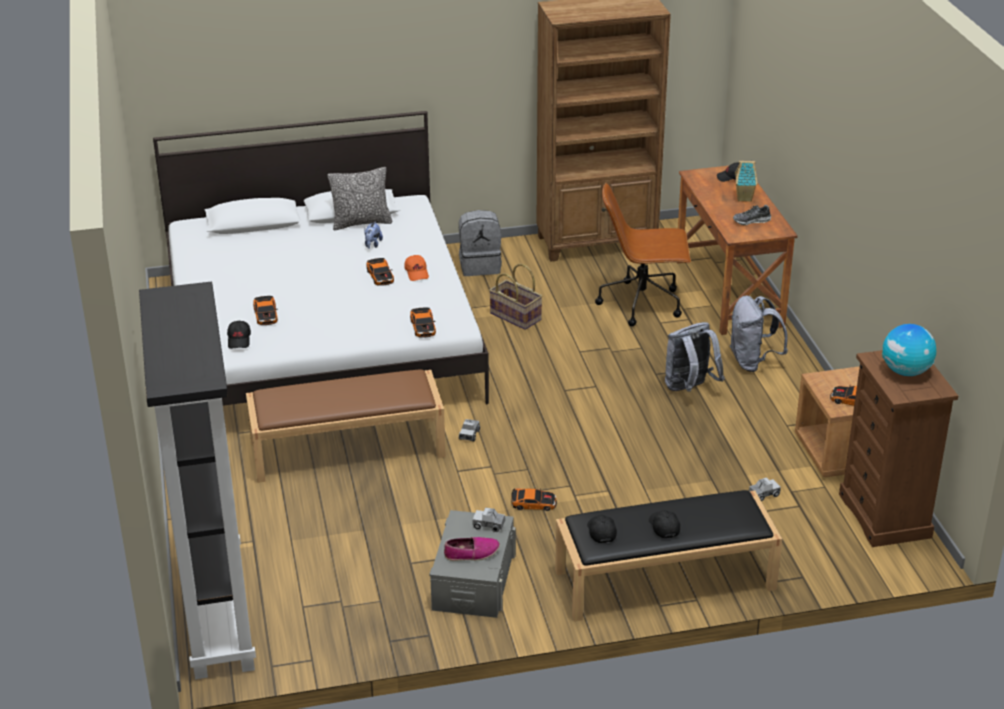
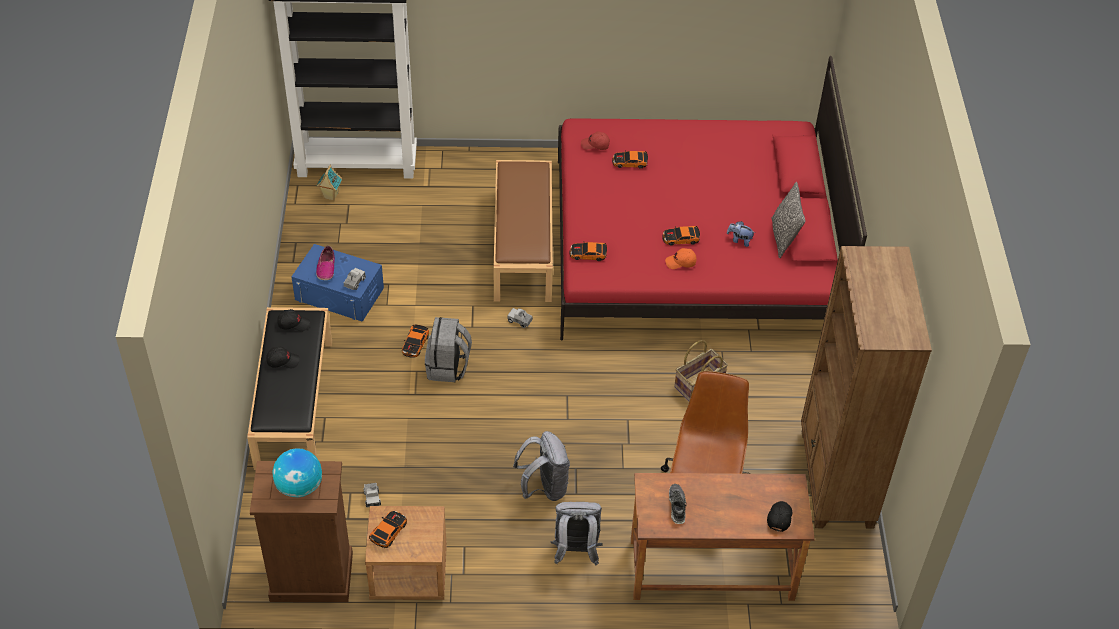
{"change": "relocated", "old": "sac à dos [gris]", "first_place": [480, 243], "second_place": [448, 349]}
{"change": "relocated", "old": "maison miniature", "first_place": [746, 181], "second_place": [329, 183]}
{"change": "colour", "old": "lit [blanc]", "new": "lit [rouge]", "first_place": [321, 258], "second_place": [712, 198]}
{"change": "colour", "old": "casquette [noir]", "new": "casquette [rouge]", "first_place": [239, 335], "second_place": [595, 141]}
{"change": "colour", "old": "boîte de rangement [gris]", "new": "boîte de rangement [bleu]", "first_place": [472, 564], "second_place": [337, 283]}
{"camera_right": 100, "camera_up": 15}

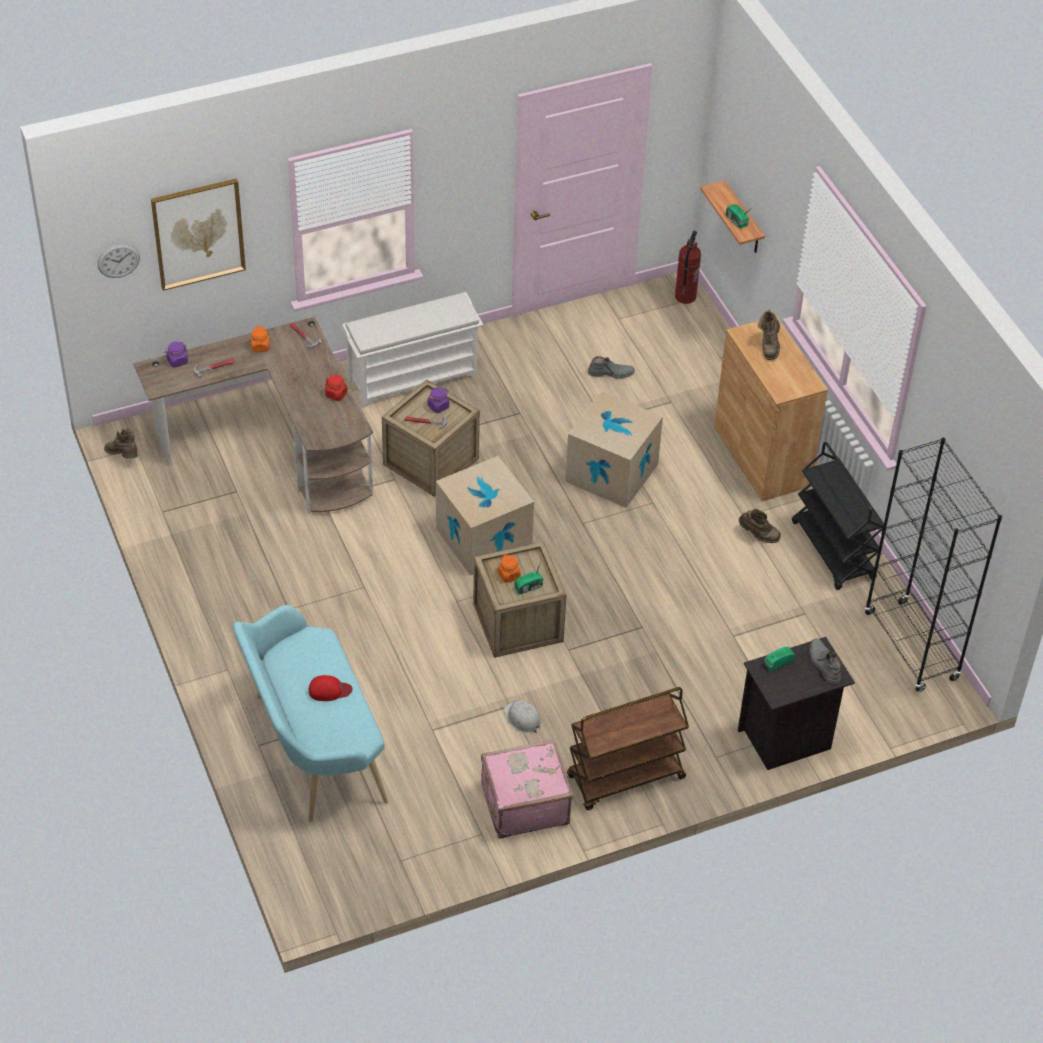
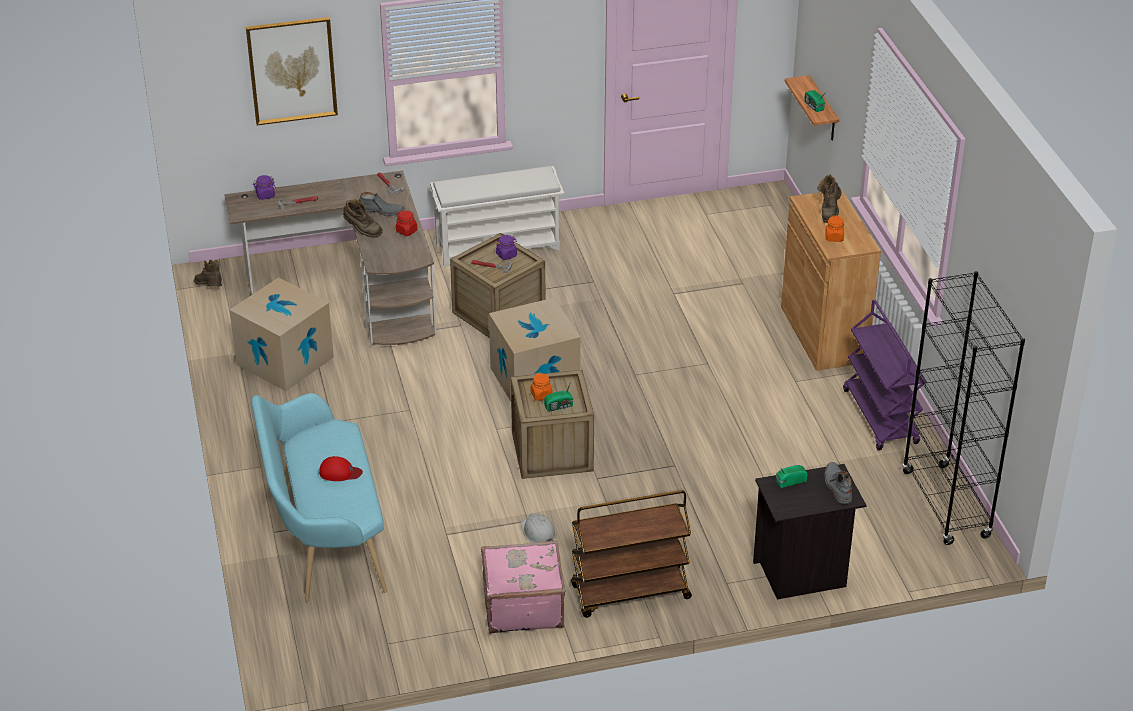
{"change": "missing", "old": "horloge murale", "first_place": [119, 261]}
{"change": "missing", "old": "extincteur", "first_place": [688, 267]}
{"change": "relocated", "old": "bocal [orange]", "first_place": [260, 339], "second_place": [834, 228]}
{"change": "relocated", "old": "carton", "first_place": [614, 449], "second_place": [282, 334]}
{"change": "relocated", "old": "botte [gris]", "first_place": [611, 367], "second_place": [382, 204]}
{"change": "relocated", "old": "botte [marron]", "first_place": [760, 526], "second_place": [363, 218]}
{"change": "colour", "old": "chariot [noir]", "new": "chariot [violet]", "first_place": [838, 516], "second_place": [885, 375]}
{"camera_right": 10, "camera_up": -10}

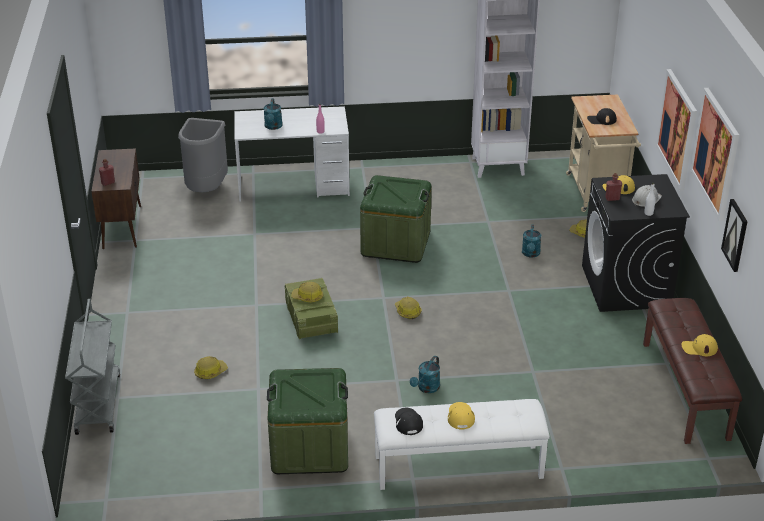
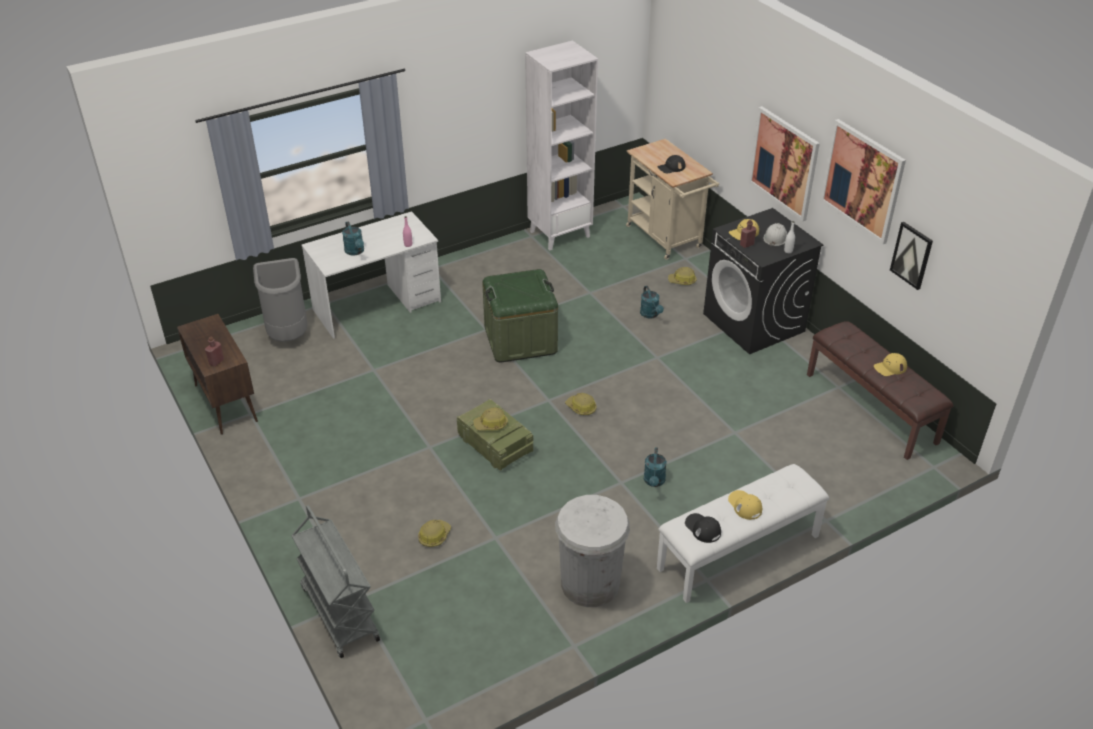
{"change": "exchanged", "old": "boîte de rangement [vert]", "new": "poubelle [blanc]", "first_place": [307, 421], "second_place": [592, 551]}
{"camera_right": -25, "camera_up": 5}

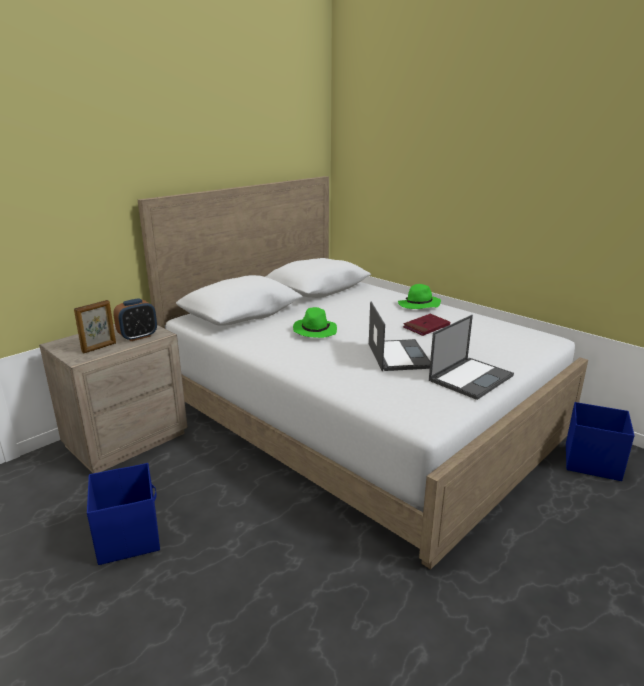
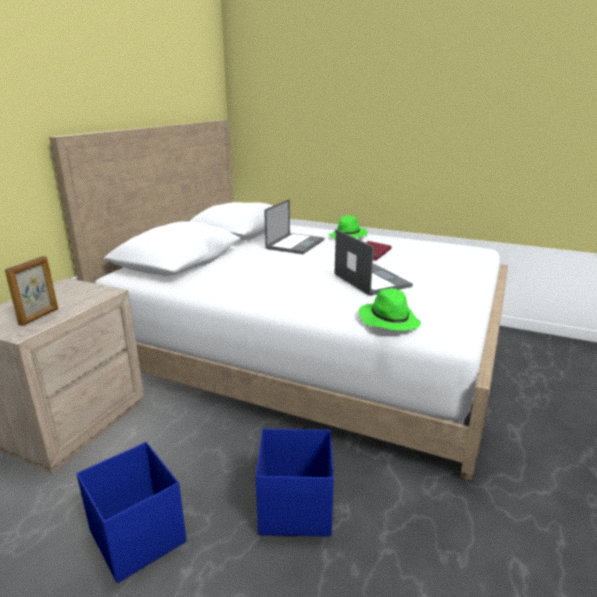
{"change": "missing", "old": "réveil", "first_place": [135, 319]}
{"change": "relocated", "old": "chapeau [vert]", "first_place": [315, 322], "second_place": [390, 309]}
{"change": "relocated", "old": "ordinateur portable", "first_place": [471, 357], "second_place": [294, 226]}
{"change": "relocated", "old": "boîte de rangement [bleu]", "first_place": [600, 441], "second_place": [295, 483]}
{"camera_right": -20, "camera_up": 0}

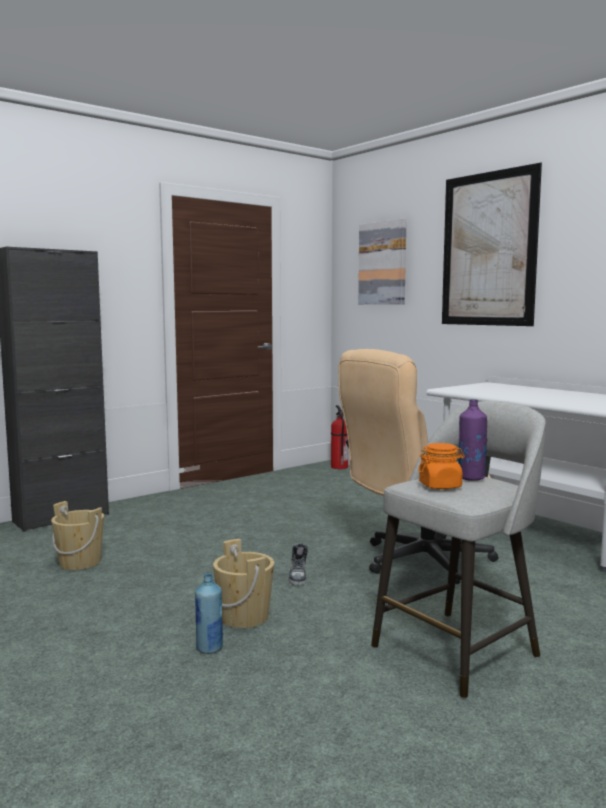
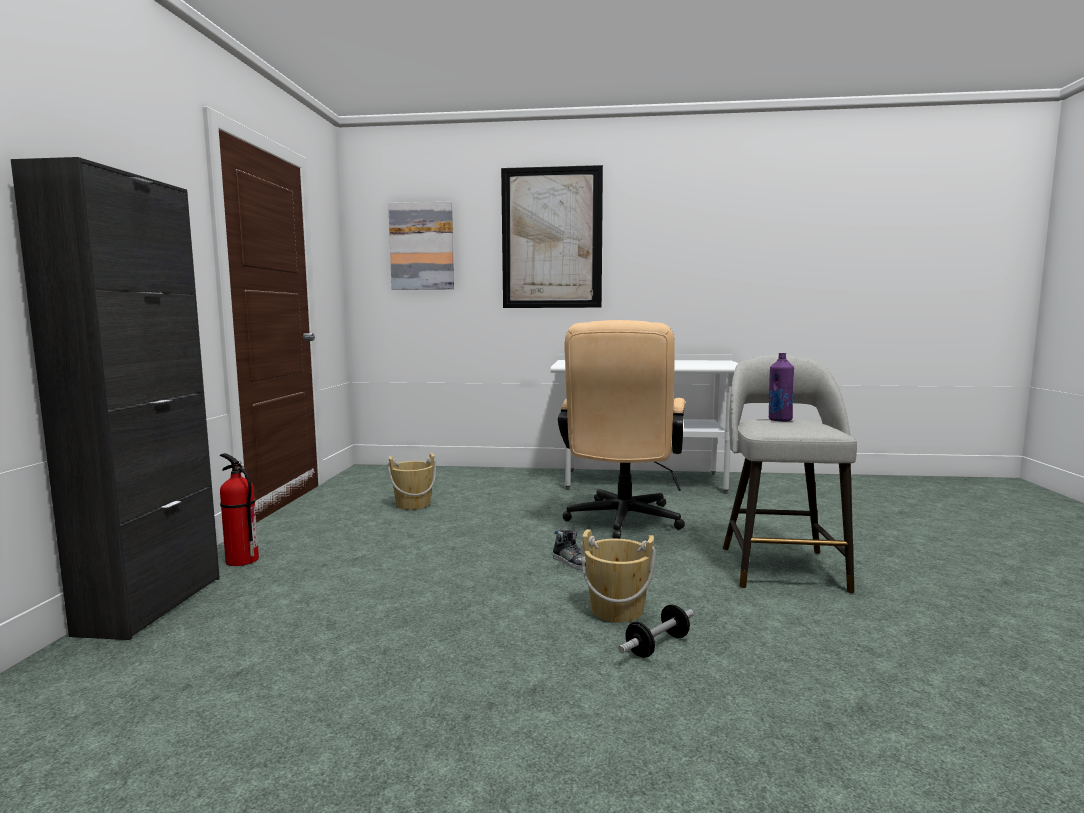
{"change": "missing", "old": "bocal [orange]", "first_place": [441, 466]}
{"change": "relocated", "old": "seau [beige]", "first_place": [77, 535], "second_place": [411, 481]}
{"change": "relocated", "old": "extincteur", "first_place": [339, 437], "second_place": [239, 509]}
{"change": "exchanged", "old": "bouteille [bleu]", "new": "haltère", "first_place": [209, 613], "second_place": [656, 631]}
{"camera_right": -45, "camera_up": 0}

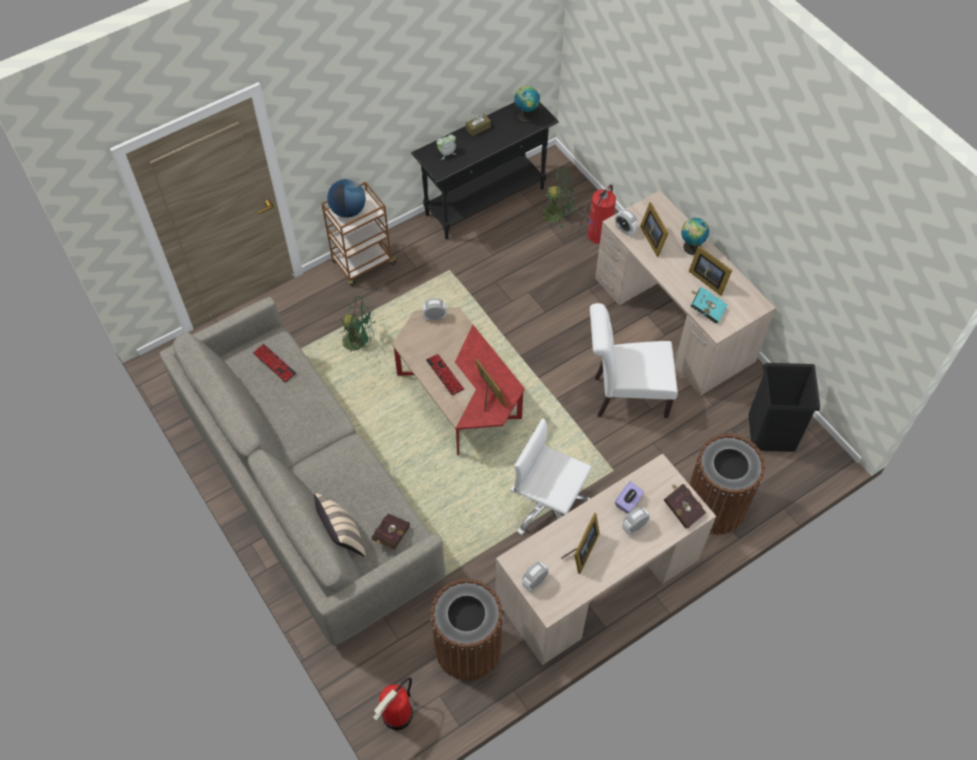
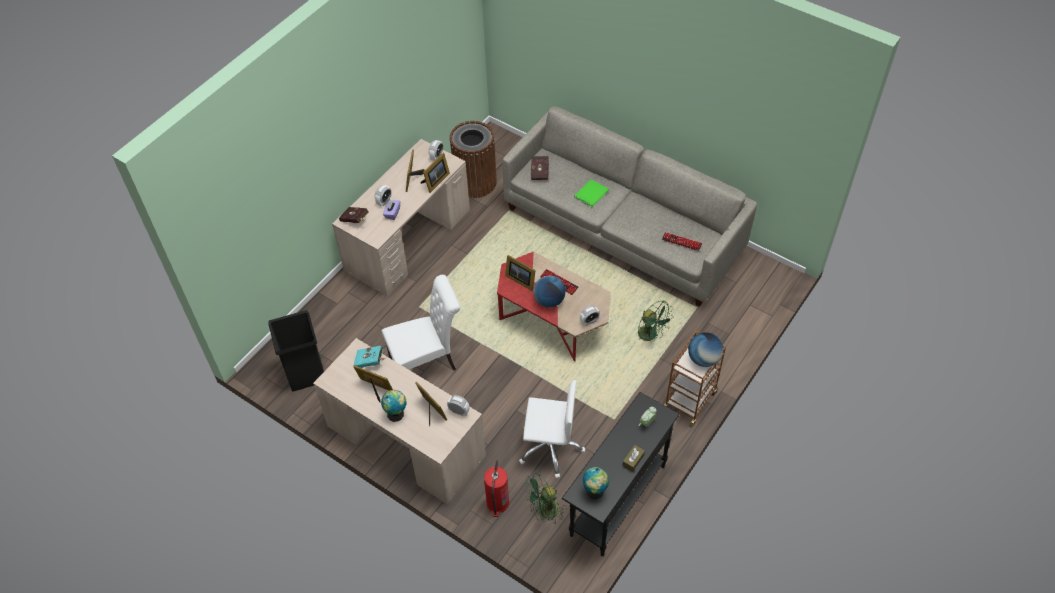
{"change": "missing", "old": "coussin [beige]", "first_place": [340, 525]}
{"change": "missing", "old": "extincteur", "first_place": [393, 703]}
{"change": "missing", "old": "poubelle [marron]", "first_place": [727, 484]}
{"change": "appeared", "new": "cadre photo", "second_place": [435, 173]}
{"change": "appeared", "new": "globe", "second_place": [549, 291]}
{"change": "appeared", "new": "livre [vert]", "second_place": [591, 193]}
{"change": "relocated", "old": "chaise de bureau [blanc]", "first_place": [551, 476], "second_place": [552, 429]}
{"change": "spun", "old": "ventilateur [vert]", "first_place": [357, 324], "second_place": [656, 321], "degrees": -120}
{"camera_right": 160, "camera_up": -5}

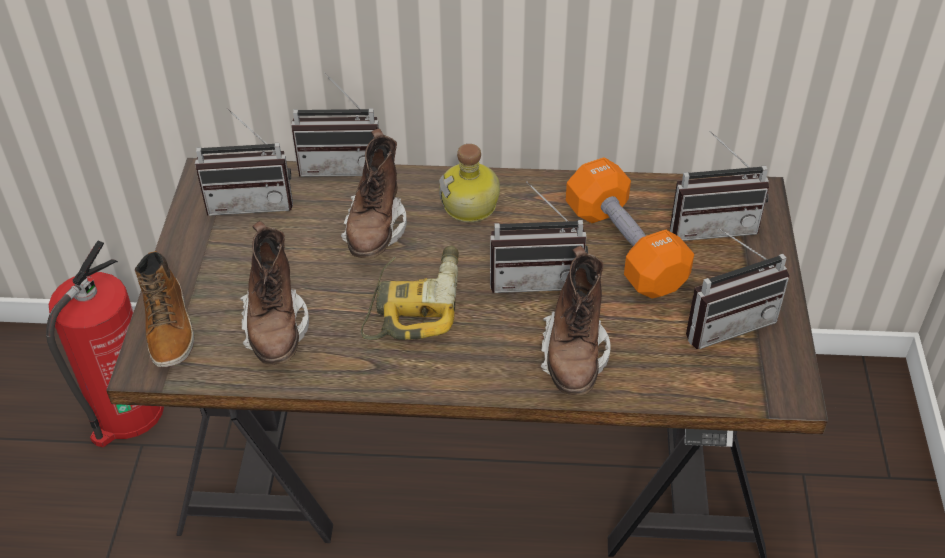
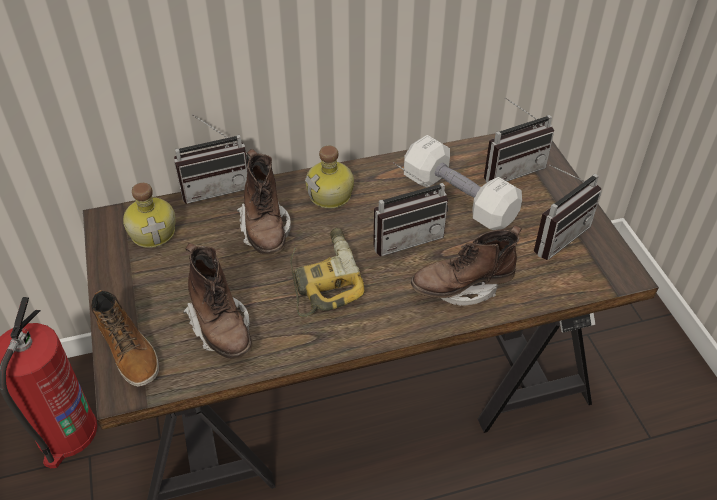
{"change": "exchanged", "old": "radio", "new": "bouteille", "first_place": [244, 162], "second_place": [149, 215]}
{"change": "colour", "old": "haltère [orange]", "new": "haltère [blanc]", "first_place": [630, 228], "second_place": [463, 182]}
{"change": "spun", "old": "botte [marron]", "first_place": [576, 320], "second_place": [466, 265], "degrees": 90}
{"camera_right": -20, "camera_up": 0}

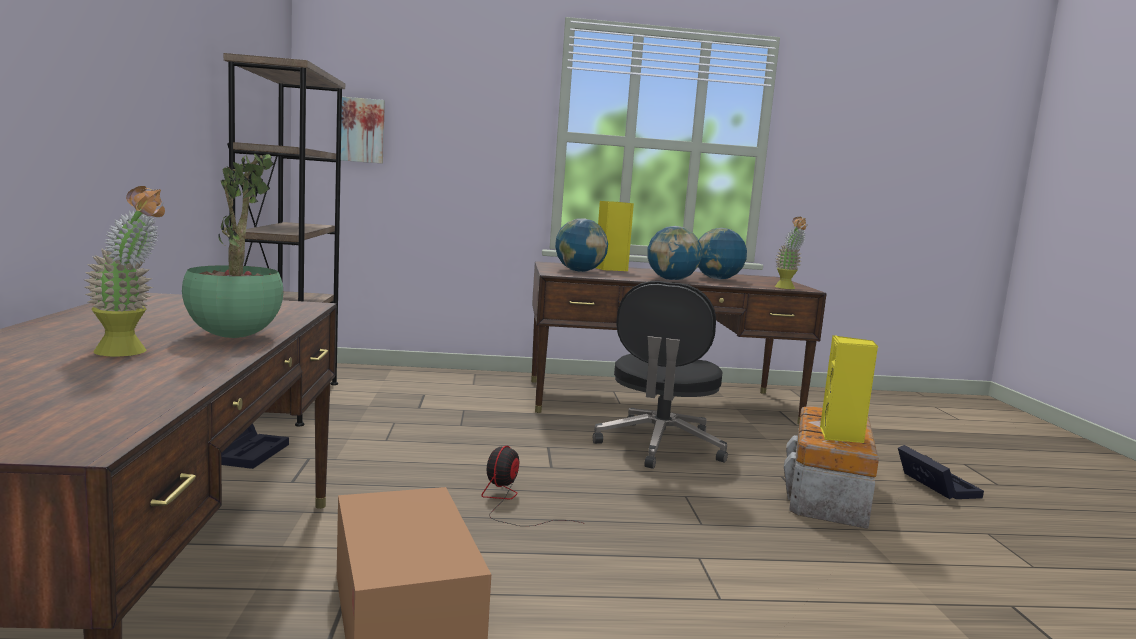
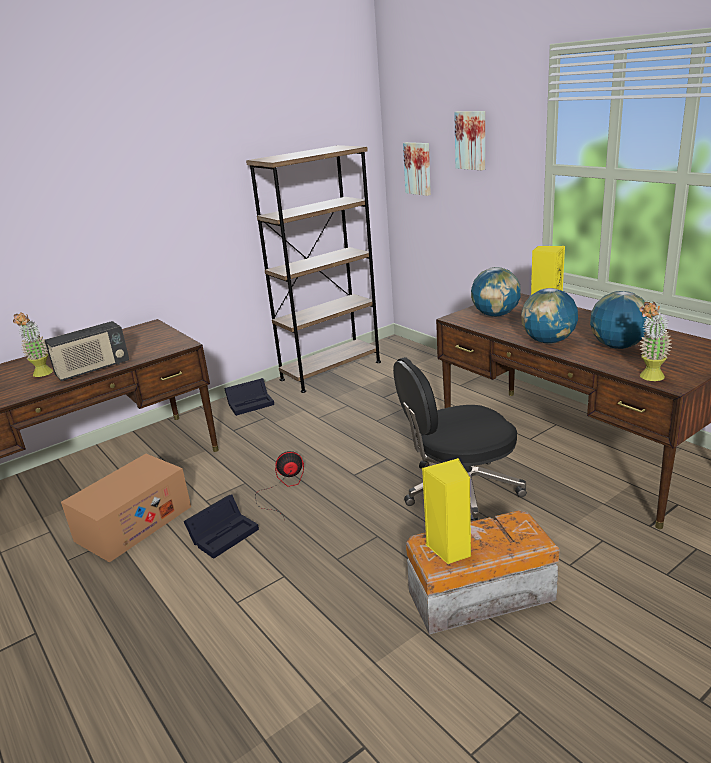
{"change": "appeared", "new": "tableau", "second_place": [469, 140]}
{"change": "relocated", "old": "boîte de rangement [noir]", "first_place": [941, 472], "second_place": [221, 527]}
{"change": "exchanged", "old": "plante en pot", "new": "radio", "first_place": [232, 245], "second_place": [87, 351]}
{"camera_right": 60, "camera_up": 15}

